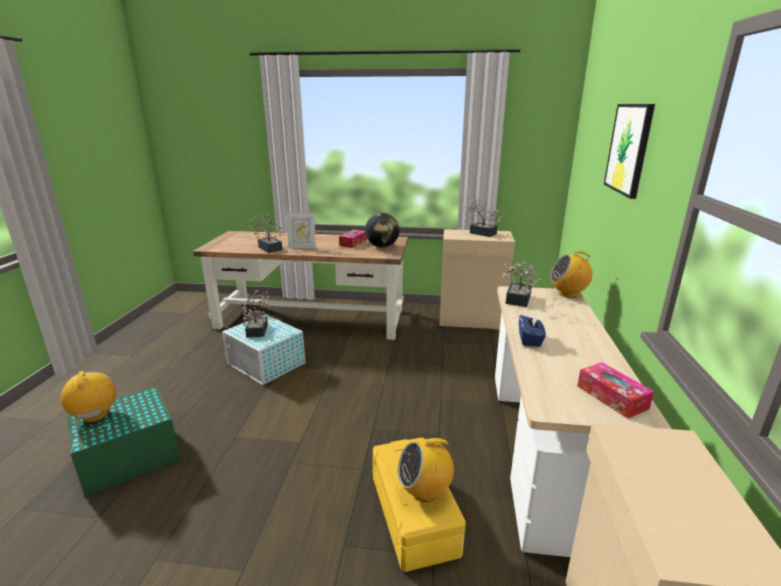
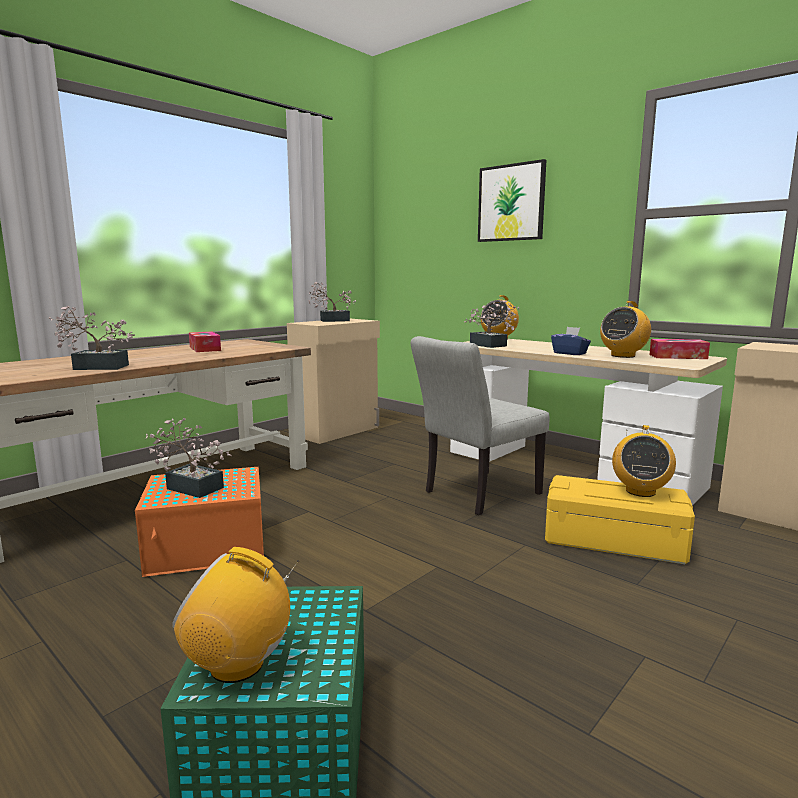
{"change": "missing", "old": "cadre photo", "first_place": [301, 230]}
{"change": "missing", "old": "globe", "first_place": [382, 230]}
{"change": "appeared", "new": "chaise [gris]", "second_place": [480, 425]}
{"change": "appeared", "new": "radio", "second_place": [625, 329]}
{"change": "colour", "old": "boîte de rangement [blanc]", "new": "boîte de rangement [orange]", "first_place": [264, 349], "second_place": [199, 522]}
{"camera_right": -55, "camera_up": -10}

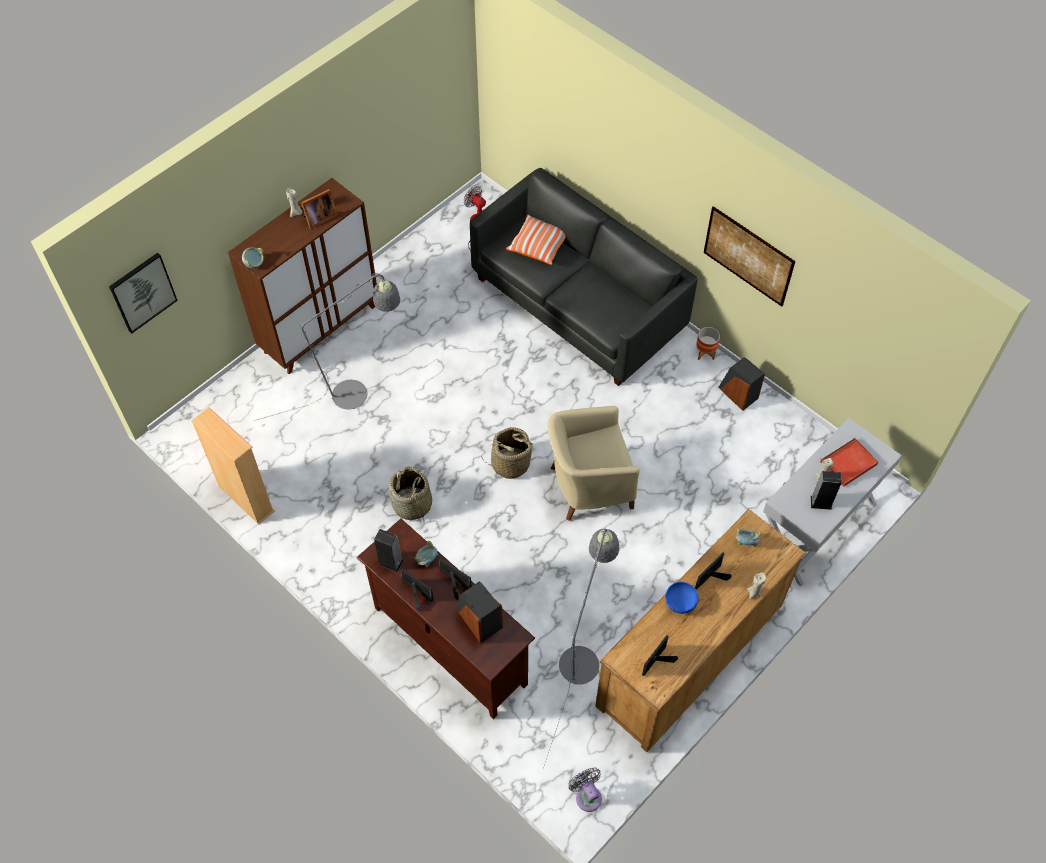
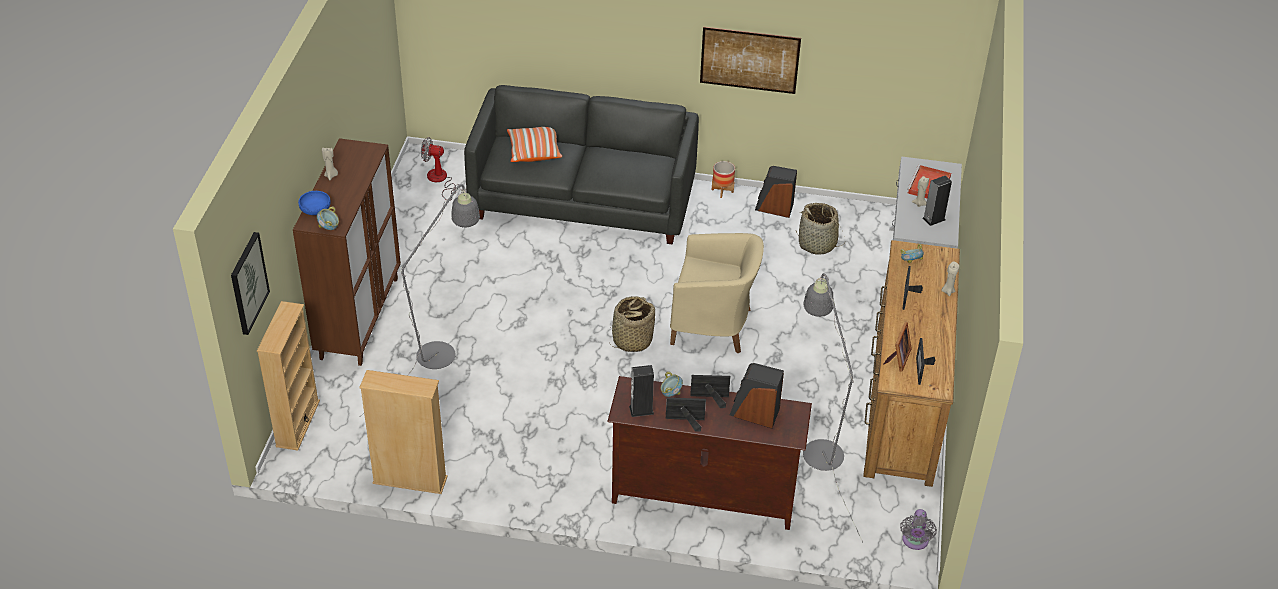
{"change": "appeared", "new": "bibliothèque [beige]", "second_place": [288, 376]}
{"change": "relocated", "old": "cadre photo", "first_place": [319, 209], "second_place": [897, 347]}
{"change": "relocated", "old": "panier", "first_place": [410, 494], "second_place": [820, 229]}
{"change": "relocated", "old": "bol [bleu]", "first_place": [682, 598], "second_place": [314, 203]}
{"change": "spun", "old": "fauteuil [beige]", "first_place": [593, 463], "second_place": [717, 293], "degrees": -120}
{"change": "spun", "old": "ventilateur [gris]", "first_place": [585, 789], "second_place": [918, 529], "degrees": -105}
{"camera_right": -35, "camera_up": -15}

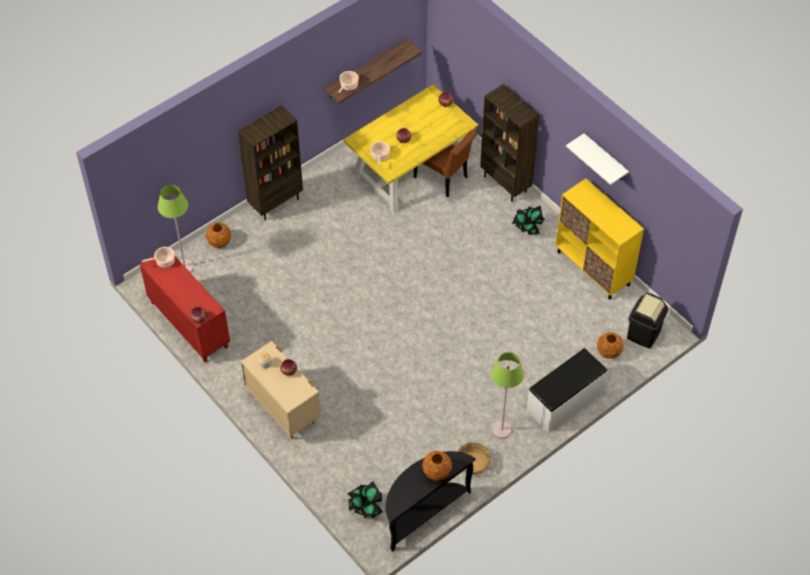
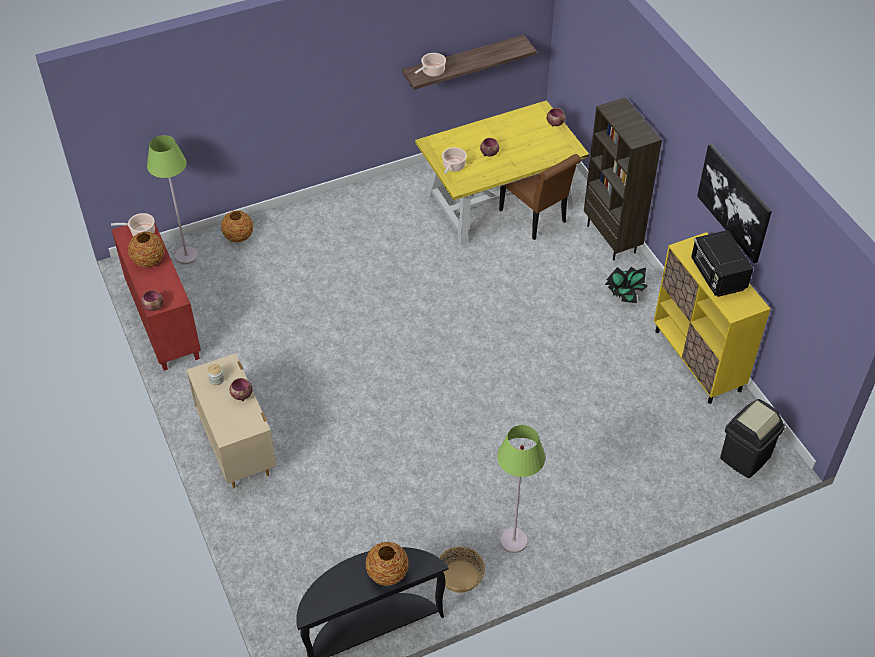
{"change": "missing", "old": "bibliothèque [marron]", "first_place": [270, 163]}
{"change": "missing", "old": "plante en pot", "first_place": [365, 500]}
{"change": "missing", "old": "banc [blanc]", "first_place": [567, 390]}
{"change": "appeared", "new": "micro-ondes [noir]", "second_place": [722, 263]}
{"change": "relocated", "old": "vase", "first_place": [610, 345], "second_place": [146, 249]}
{"change": "exchanged", "old": "étagère [blanc]", "new": "tableau", "first_place": [597, 159], "second_place": [734, 203]}
{"camera_right": 15, "camera_up": -5}

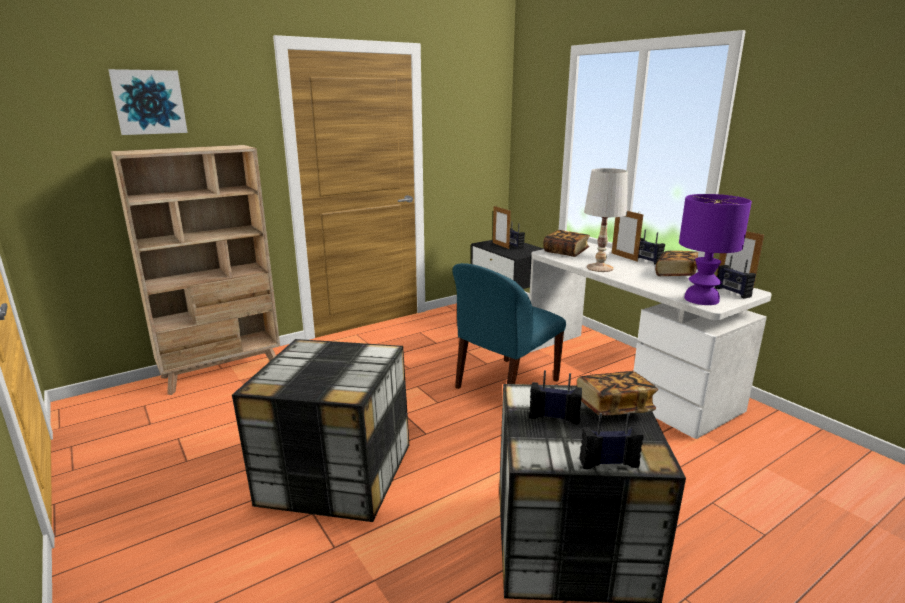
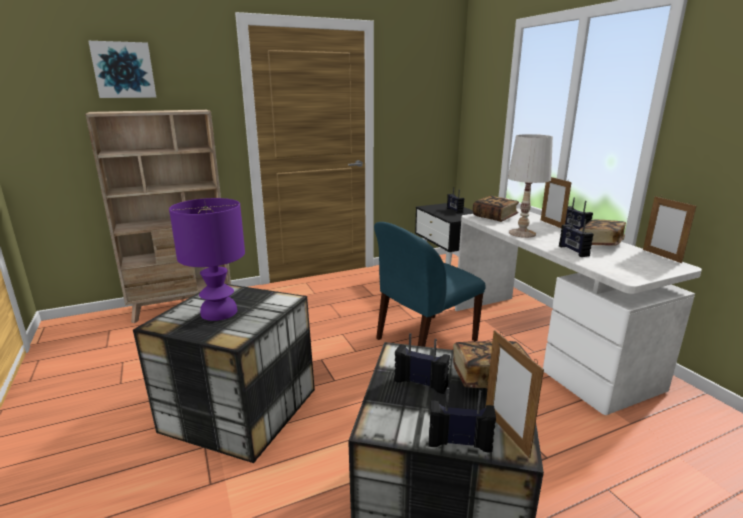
{"change": "relocated", "old": "cadre photo", "first_place": [502, 227], "second_place": [515, 394]}
{"change": "relocated", "old": "lampe de table [violet]", "first_place": [715, 249], "second_place": [207, 259]}
{"change": "relocated", "old": "radio", "first_place": [735, 277], "second_place": [576, 236]}
{"camera_right": 10, "camera_up": 0}

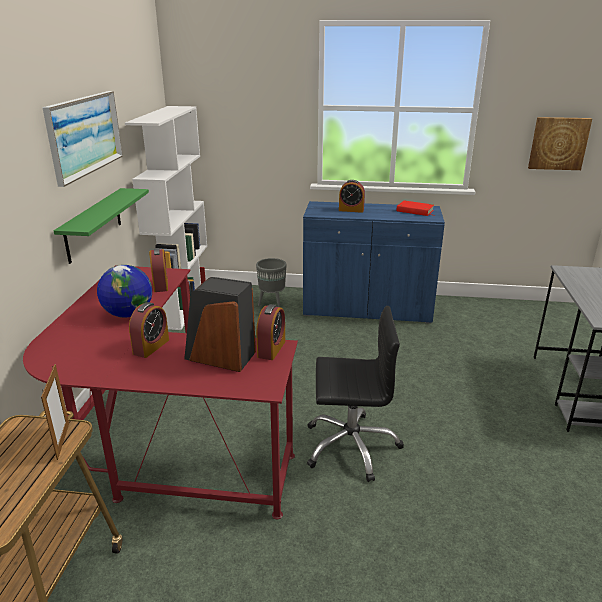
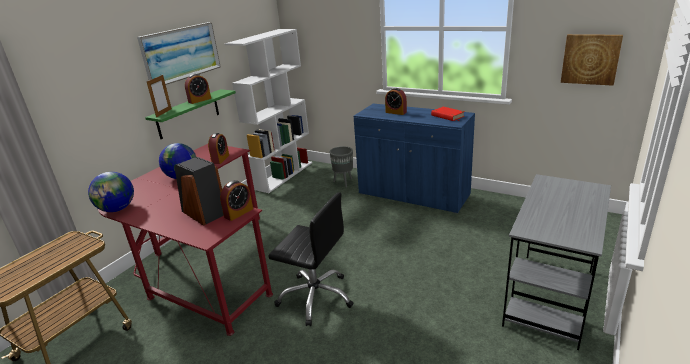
{"change": "appeared", "new": "globe", "second_place": [111, 192]}
{"change": "relocated", "old": "cadre photo", "first_place": [55, 412], "second_place": [159, 96]}
{"change": "relocated", "old": "réveil", "first_place": [149, 330], "second_place": [198, 89]}
{"camera_right": 25, "camera_up": 0}

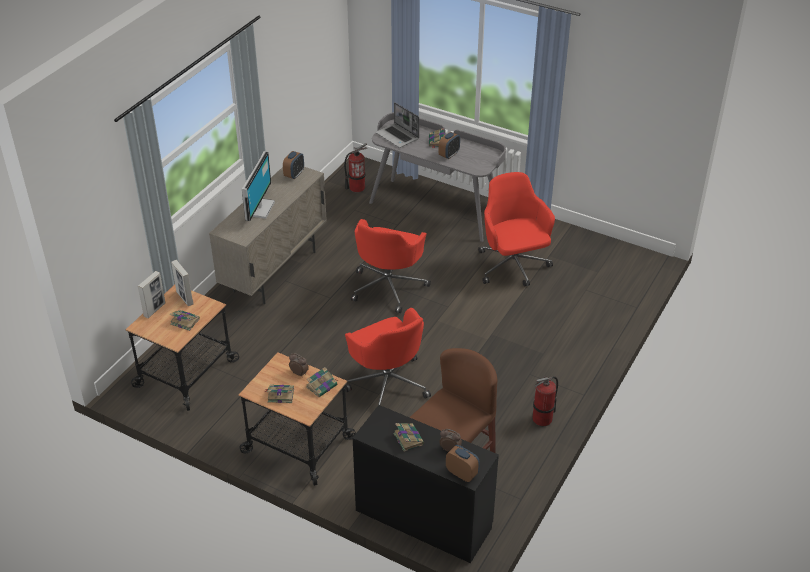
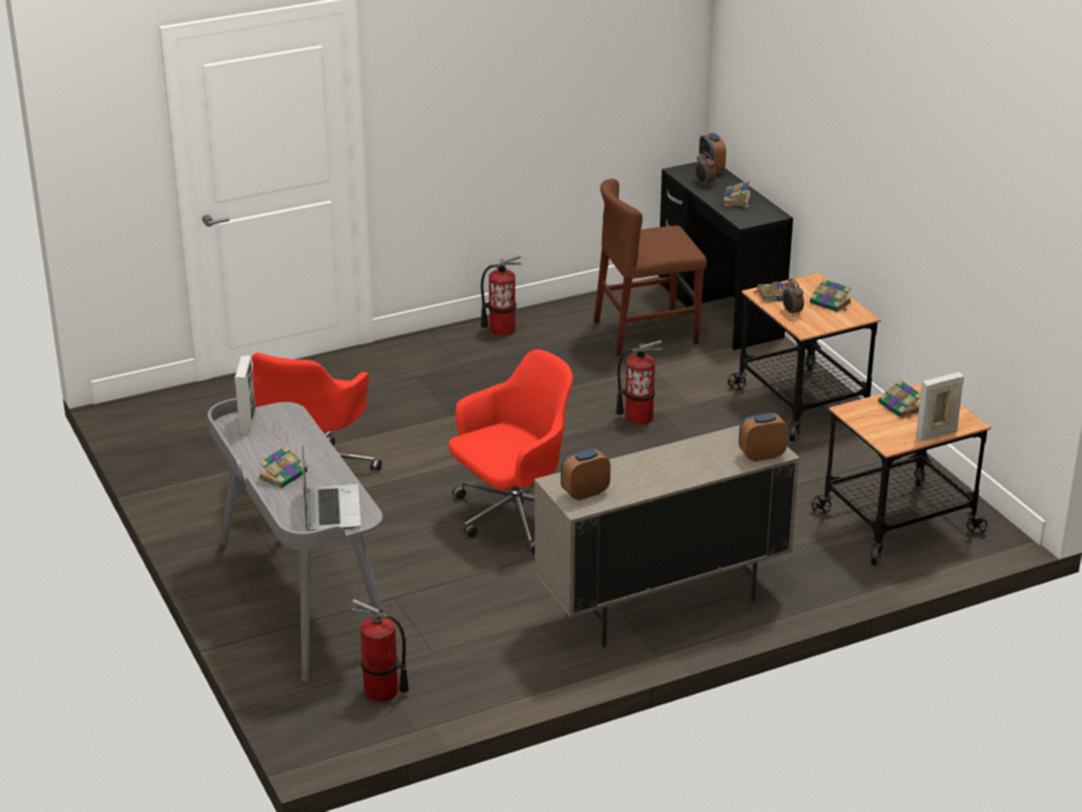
{"change": "missing", "old": "écran d'ordinateur", "first_place": [258, 186]}
{"change": "relocated", "old": "cadre photo", "first_place": [182, 283], "second_place": [245, 395]}
{"change": "relocated", "old": "réveil", "first_place": [449, 145], "second_place": [763, 437]}
{"change": "exchanged", "old": "chaise de bureau [rouge]", "new": "extincteur", "first_place": [388, 356], "second_place": [639, 382]}
{"camera_right": -145, "camera_up": -10}

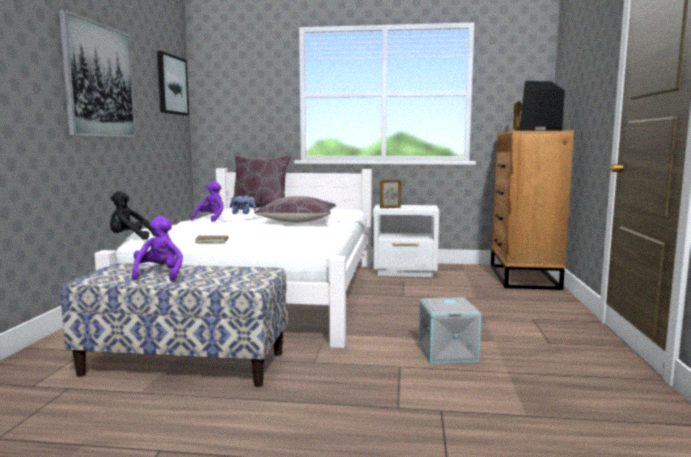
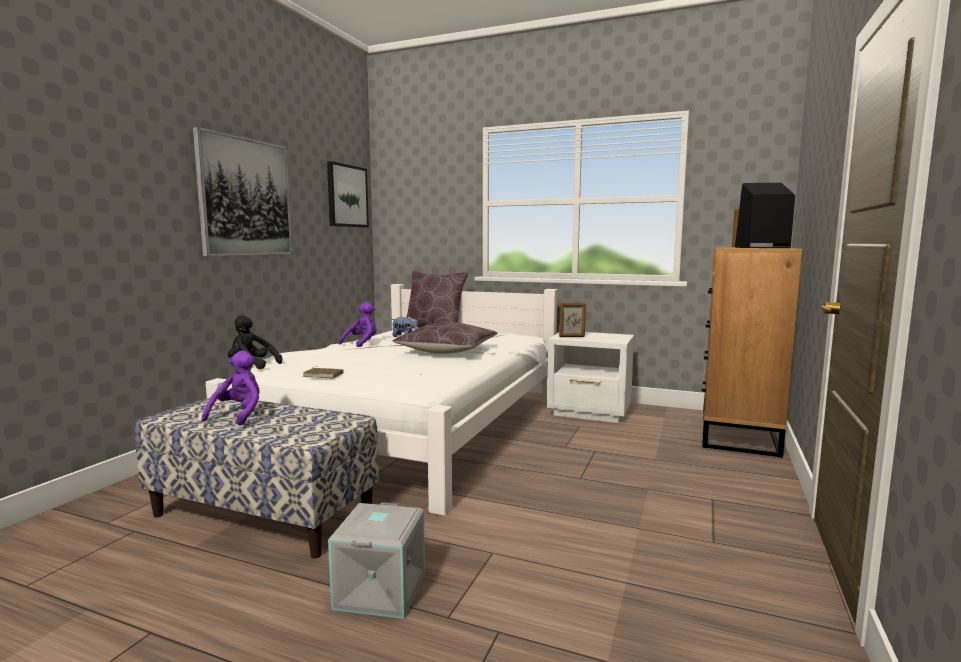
{"change": "relocated", "old": "boîte de rangement [gris]", "first_place": [450, 330], "second_place": [376, 560]}
{"camera_right": 15, "camera_up": 0}

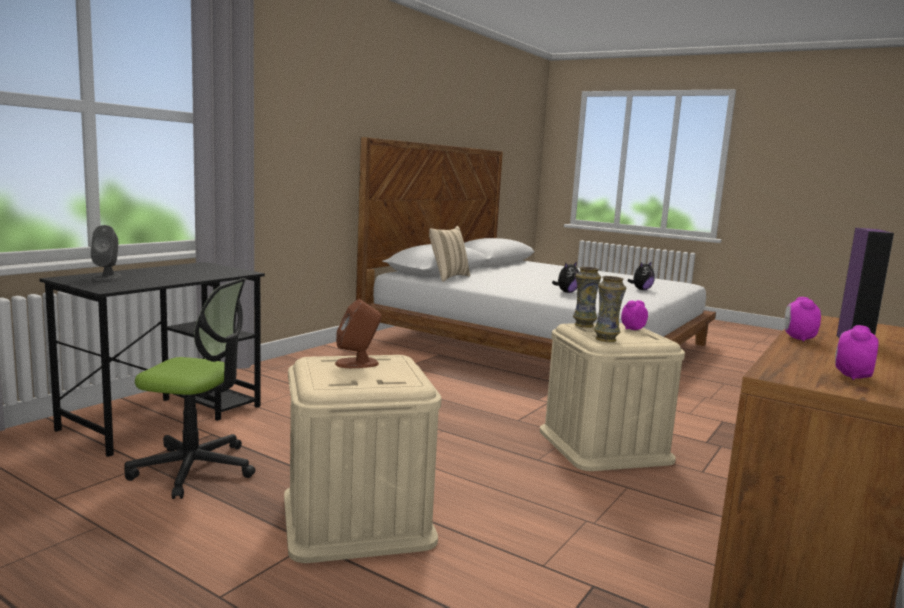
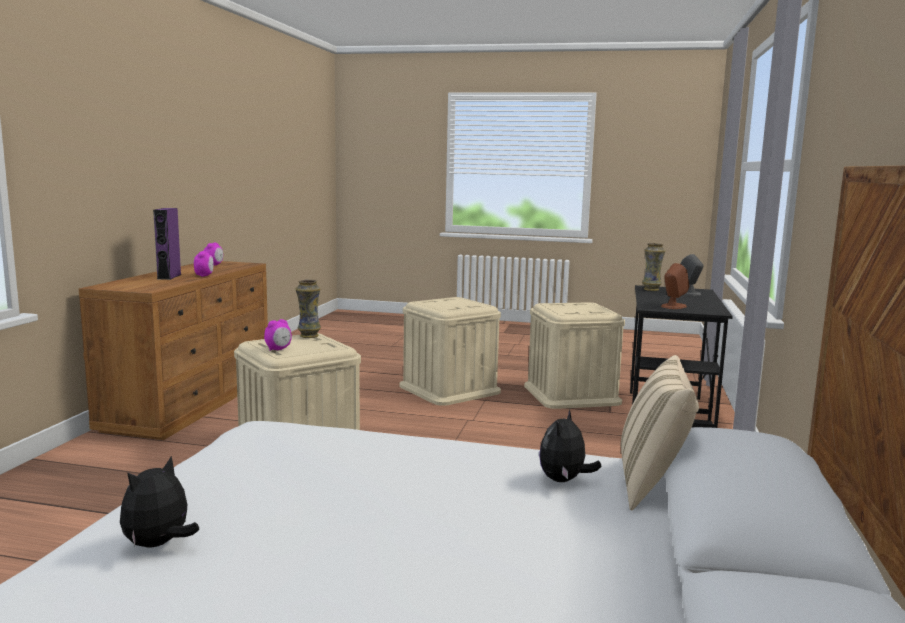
{"change": "relocated", "old": "enceinte [marron]", "first_place": [358, 333], "second_place": [675, 286]}
{"change": "relocated", "old": "peluche", "first_place": [565, 277], "second_place": [570, 446]}
{"change": "relocated", "old": "vase", "first_place": [587, 297], "second_place": [653, 267]}
{"change": "exchanged", "old": "chaise de bureau", "new": "boîte de rangement [beige]", "first_place": [189, 388], "second_place": [574, 355]}
{"camera_right": 160, "camera_up": 0}

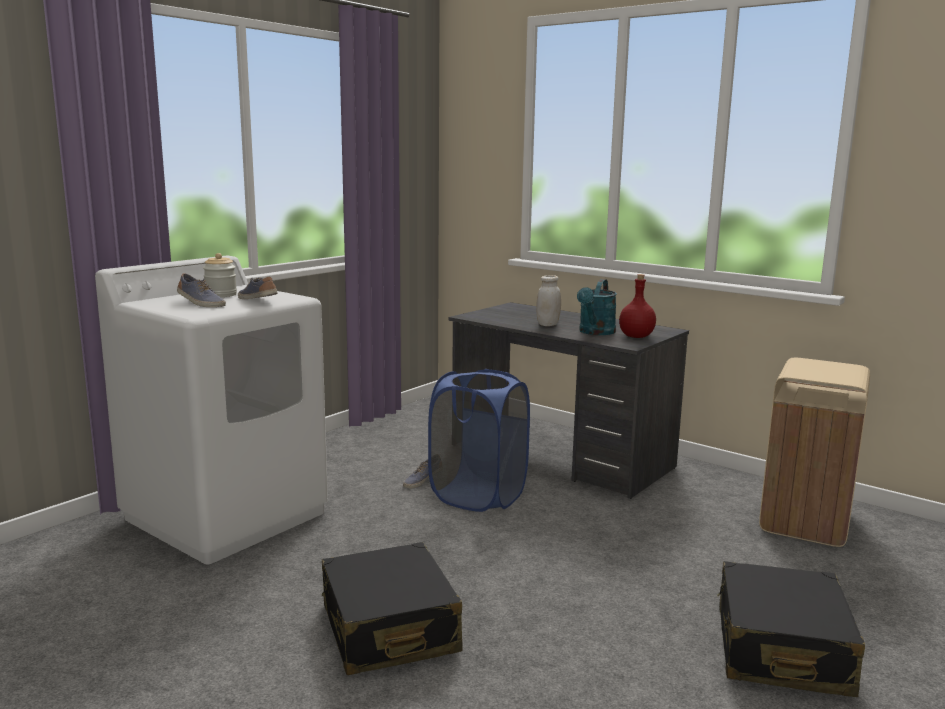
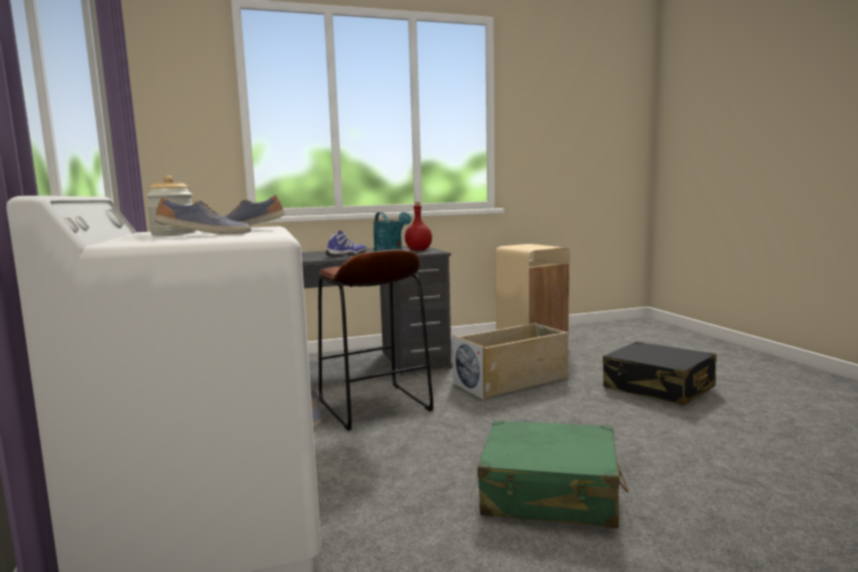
{"change": "appeared", "new": "boîte de rangement [beige]", "second_place": [510, 361]}
{"change": "exchanged", "old": "panier à linge [bleu]", "new": "tabouret [marron]", "first_place": [479, 440], "second_place": [376, 340]}
{"change": "exchanged", "old": "bocal [blanc]", "new": "chaussure", "first_place": [548, 300], "second_place": [346, 243]}
{"change": "colour", "old": "valise [noir]", "new": "valise [vert]", "first_place": [392, 608], "second_place": [553, 474]}
{"camera_right": -55, "camera_up": -5}

